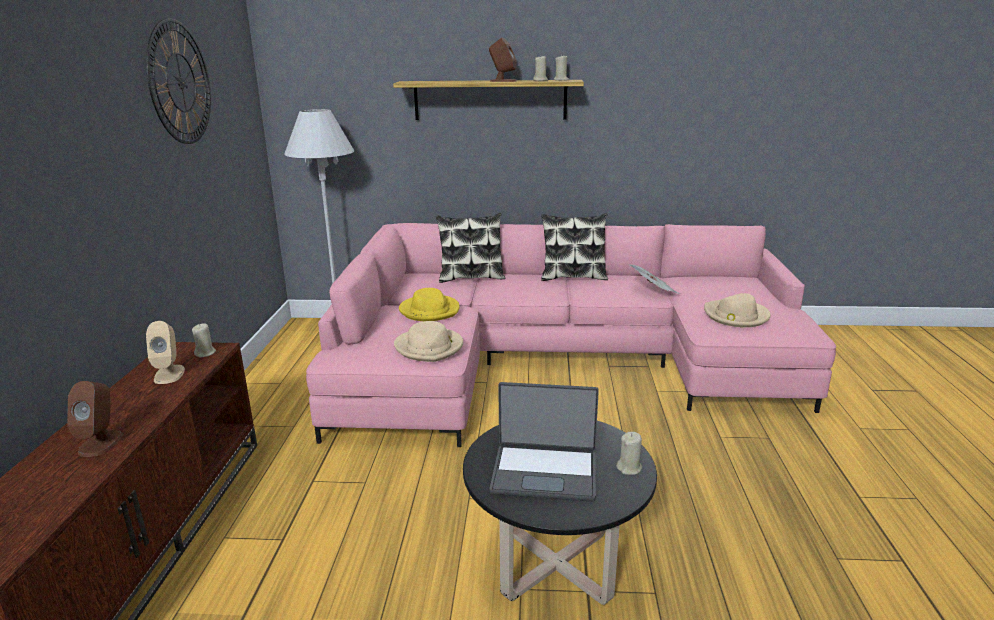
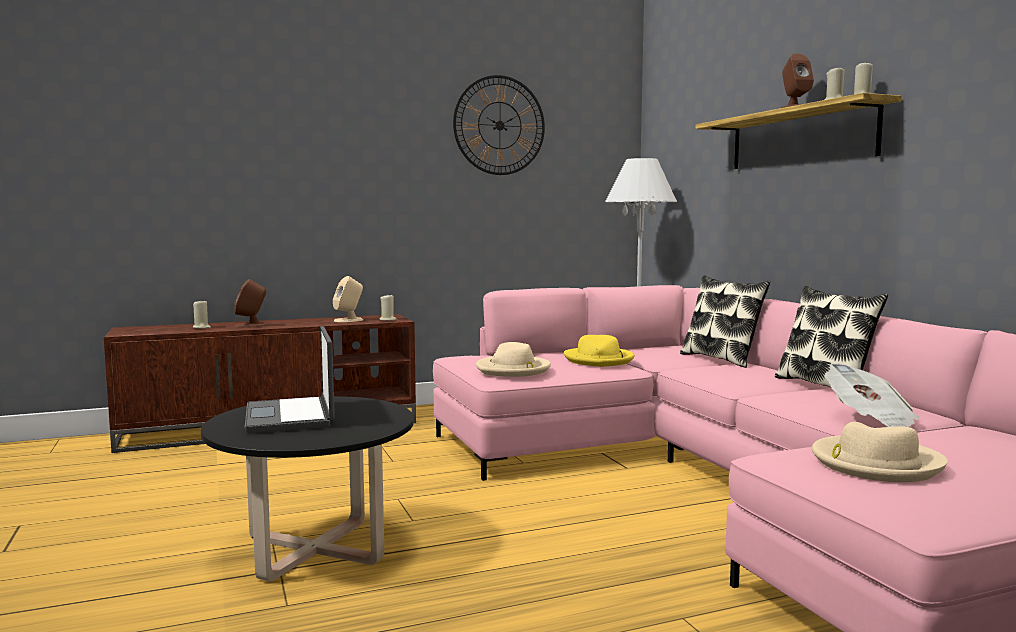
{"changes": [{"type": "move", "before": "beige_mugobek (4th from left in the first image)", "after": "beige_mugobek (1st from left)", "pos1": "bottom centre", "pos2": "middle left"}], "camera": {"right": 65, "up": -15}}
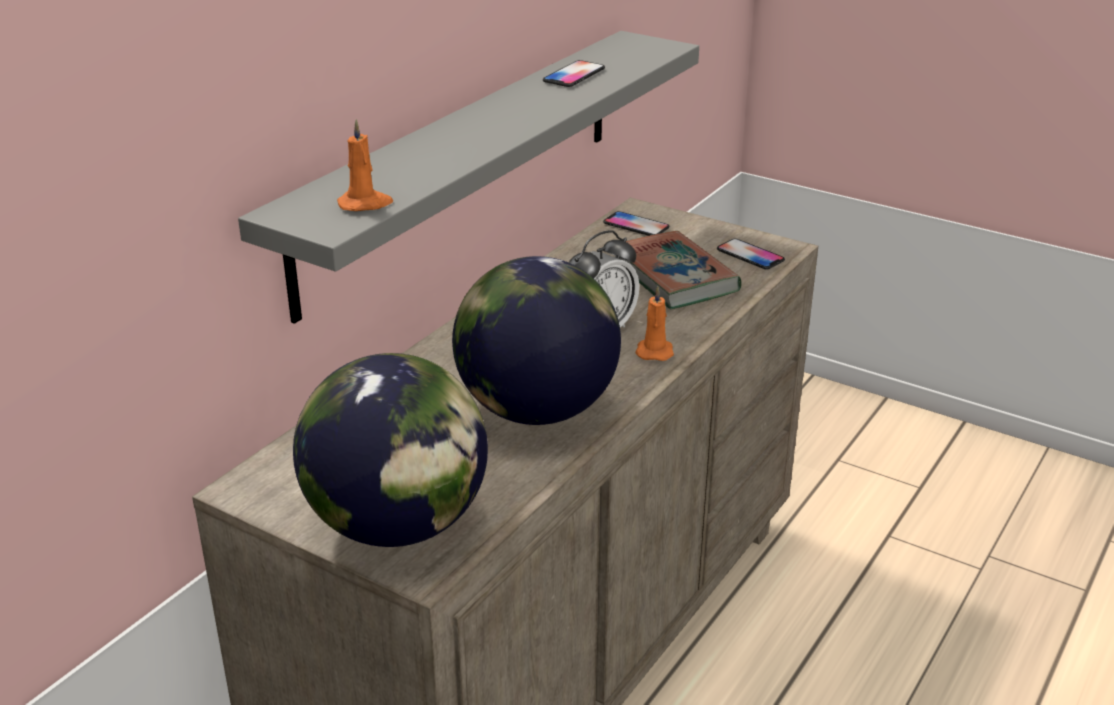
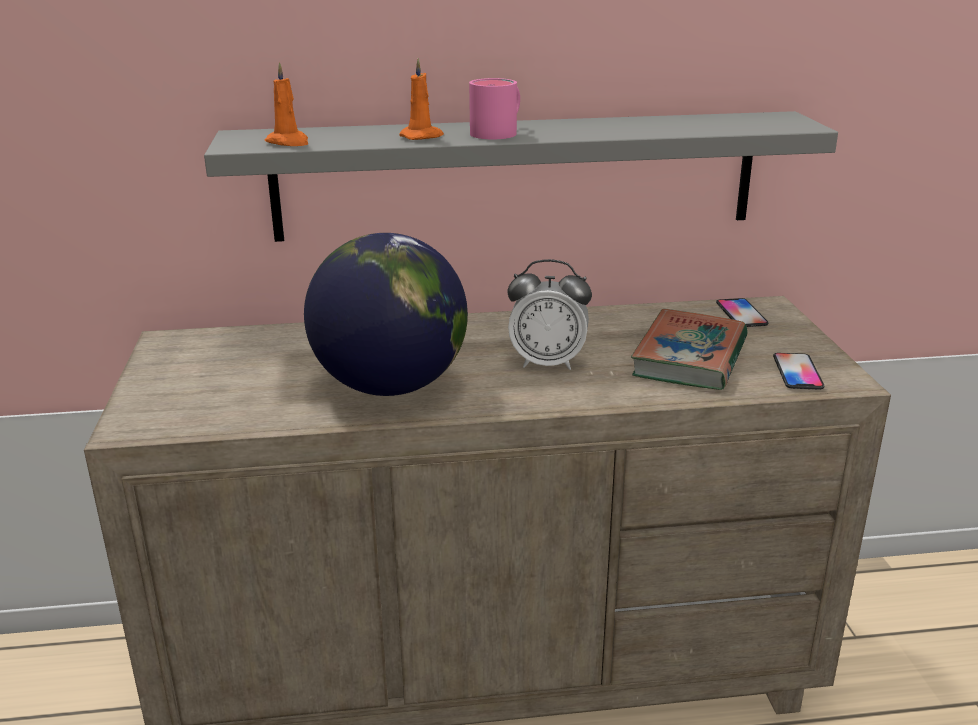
{"changes": [{"type": "delete", "before": "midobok (1st from left)", "pos1": "centre"}, {"type": "delete", "before": "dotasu (1st from left)", "pos1": "top centre"}, {"type": "insert", "after": "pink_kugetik", "pos2": "top centre"}, {"type": "move", "before": "orange_mugobek (2nd from left)", "pos1": "centre", "pos2": "top centre"}], "camera": {"right": 50, "up": -5}}
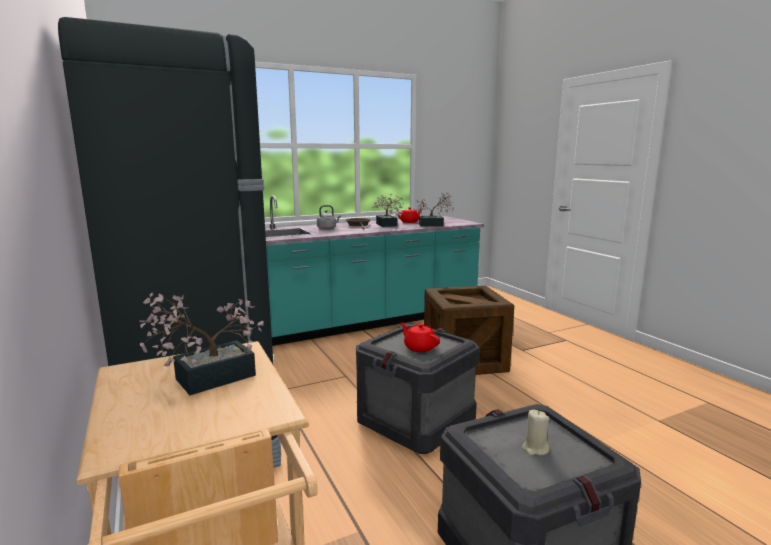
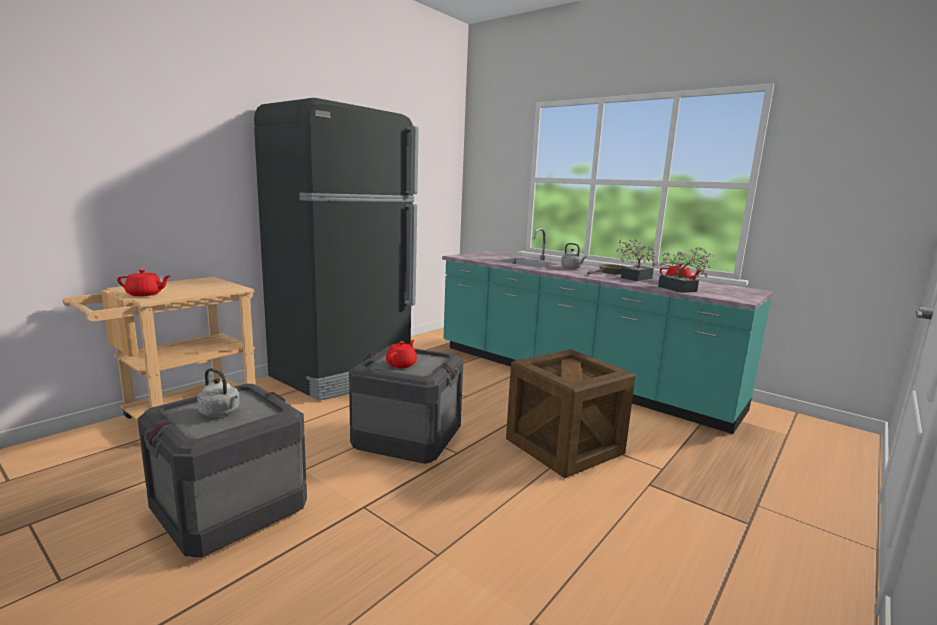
{"changes": [{"type": "delete", "before": "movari (1st from left)", "pos1": "middle left"}, {"type": "insert", "after": "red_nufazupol (1st from left)", "pos2": "middle left"}, {"type": "replace", "before": "beige_mugobek", "after": "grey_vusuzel (1st from left)", "pos1": "bottom right", "pos2": "middle left"}], "camera": {"right": 65, "up": 0}}
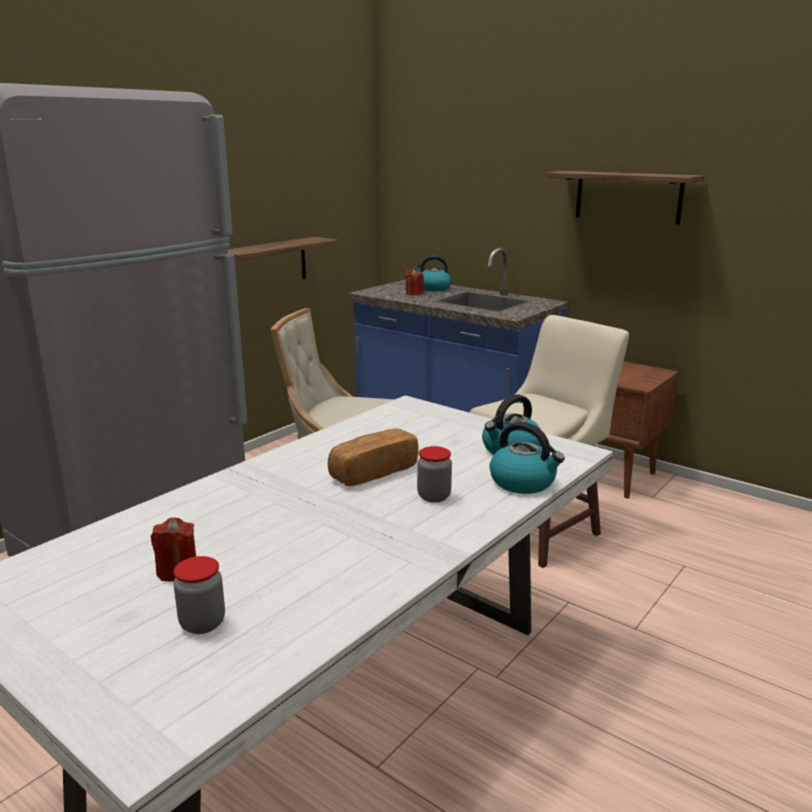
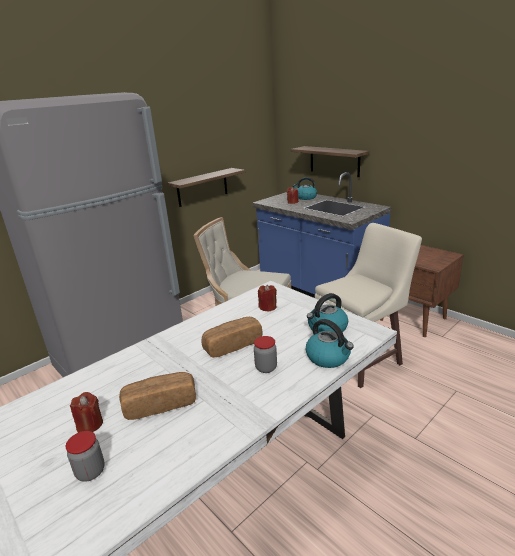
{"changes": [{"type": "insert", "after": "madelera (1st from left)", "pos2": "bottom left"}, {"type": "insert", "after": "red_mugobek (2nd from left)", "pos2": "centre"}, {"type": "move", "before": "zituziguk (2nd from left)", "pos1": "top right", "pos2": "top centre"}], "camera": {"right": 10, "up": 5}}
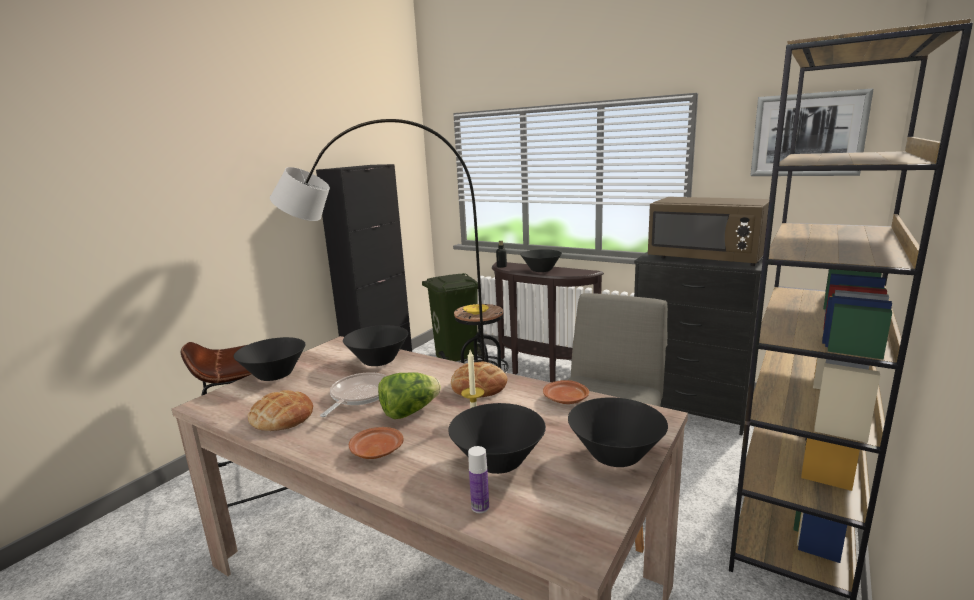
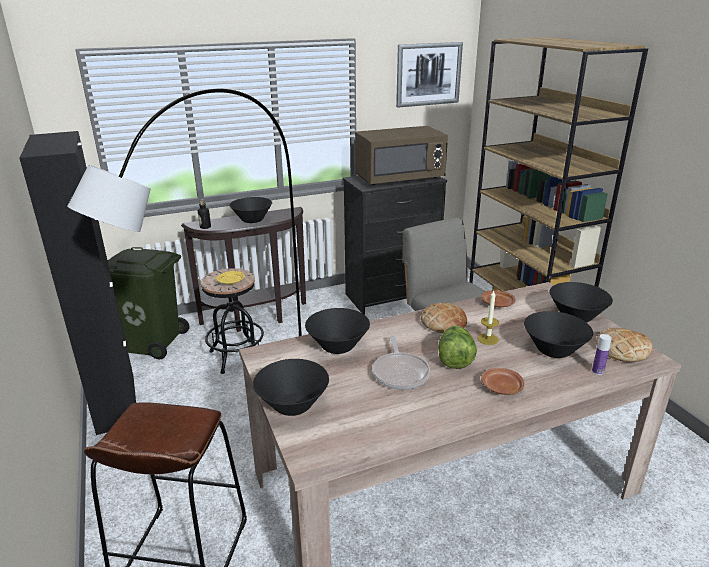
{"changes": [{"type": "move", "before": "madelera (1st from left in the first image)", "after": "madelera (2nd from left)", "pos1": "bottom left", "pos2": "middle right"}, {"type": "rotate", "before": "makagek", "pos1": "centre", "pos2": "centre", "turn": -150}], "camera": {"right": -55, "up": 10}}
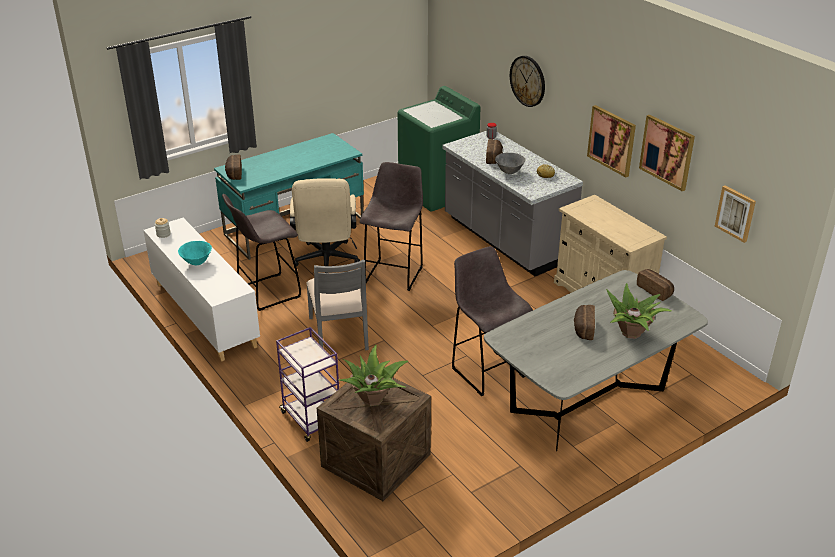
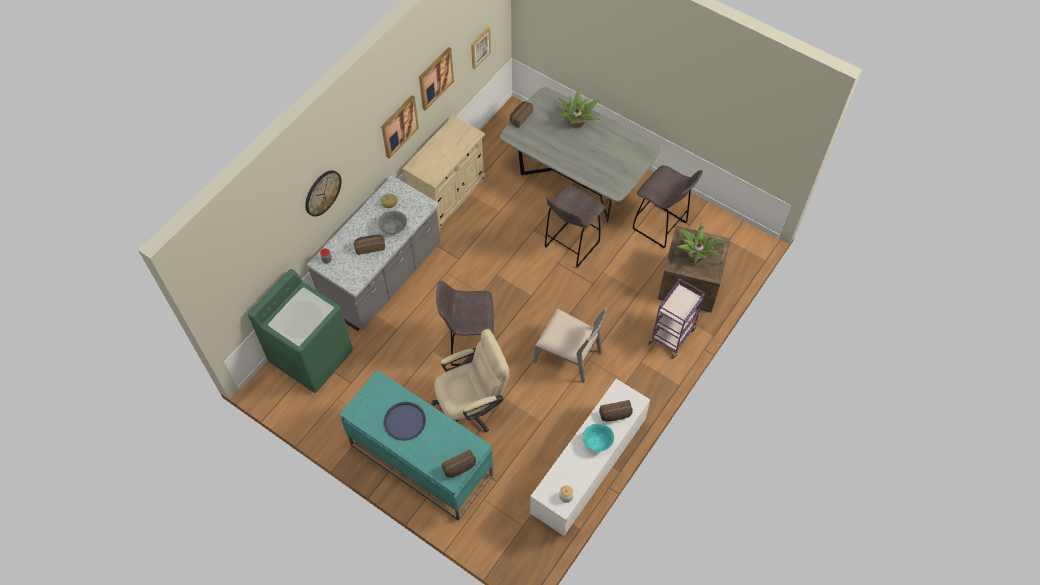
{"changes": [{"type": "insert", "after": "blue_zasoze", "pos2": "bottom centre"}, {"type": "move", "before": "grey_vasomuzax (1st from left in the first image)", "after": "grey_vasomuzax (3rd from left)", "pos1": "middle left", "pos2": "centre"}, {"type": "move", "before": "madelera (4th from left in the first image)", "after": "madelera (5th from left)", "pos1": "middle right", "pos2": "bottom centre"}, {"type": "rotate", "before": "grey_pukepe", "pos1": "centre", "pos2": "centre", "turn": 60}], "camera": {"right": -110, "up": 25}}
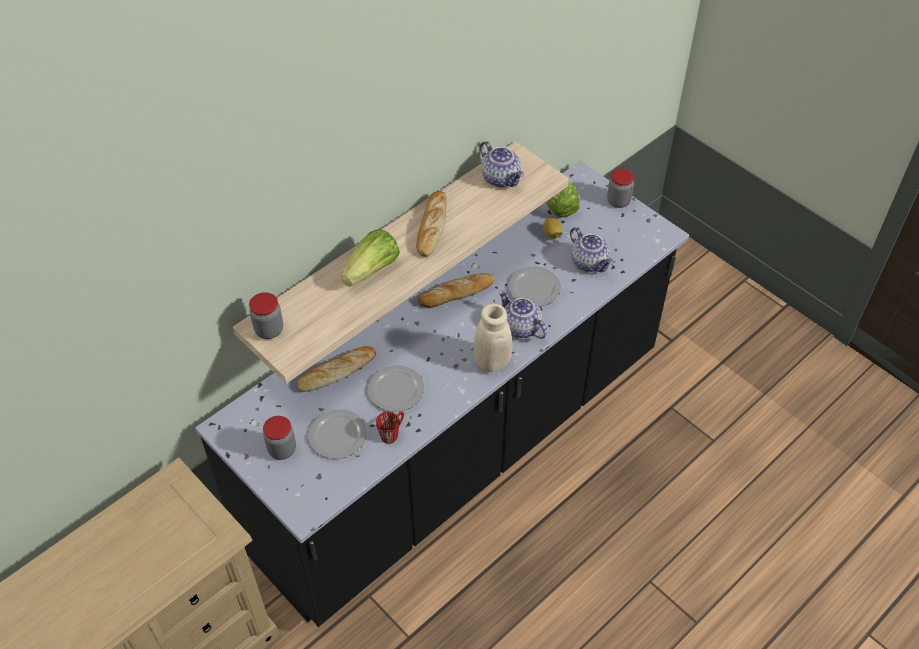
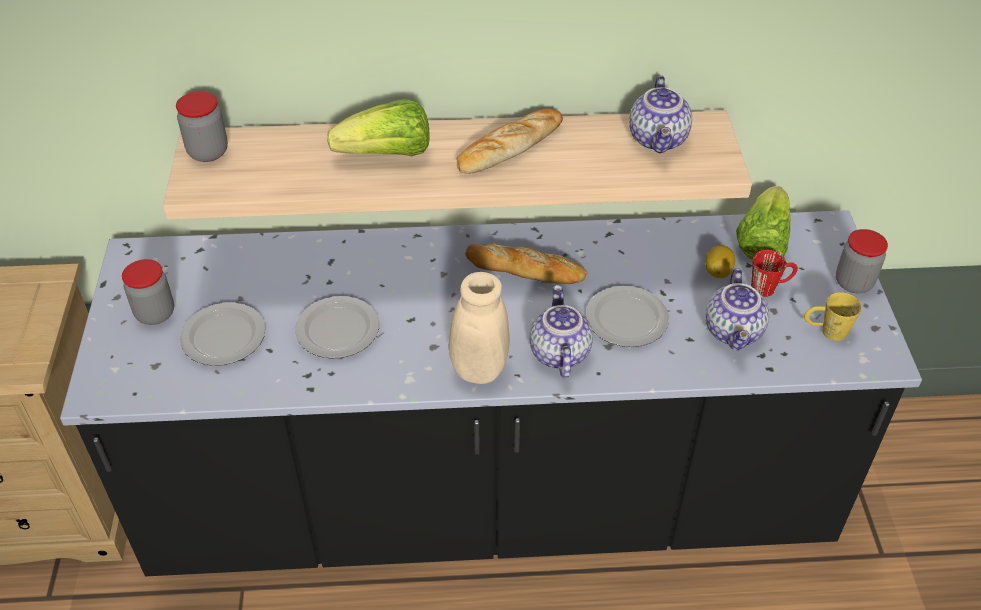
{"changes": [{"type": "delete", "before": "madelera (1st from left)", "pos1": "centre"}, {"type": "insert", "after": "yellow_kugetik", "pos2": "middle right"}, {"type": "move", "before": "red_kugetik", "pos1": "centre", "pos2": "middle right"}], "camera": {"right": 40, "up": -5}}
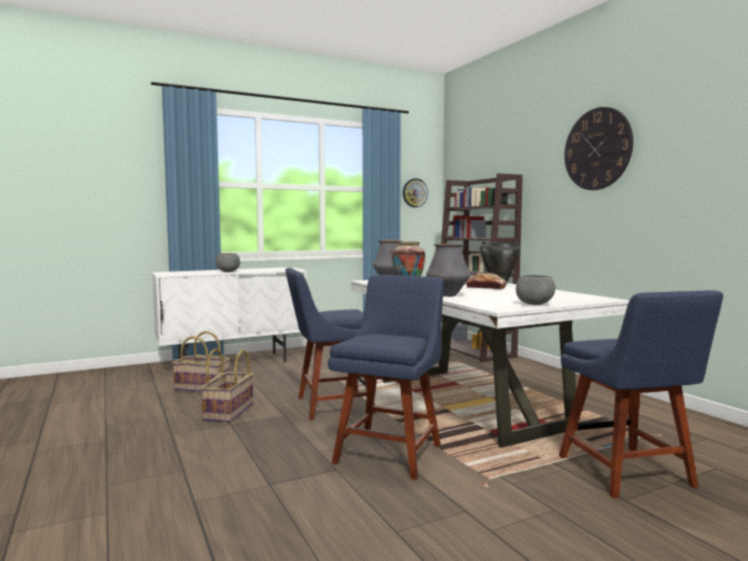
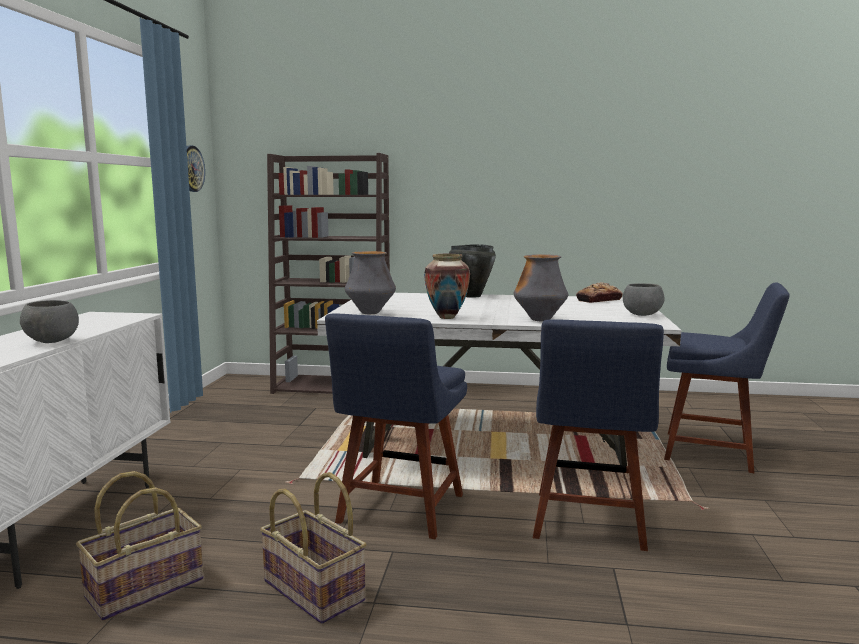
{"changes": [{"type": "delete", "before": "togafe (2nd from left)", "pos1": "top right"}, {"type": "move", "before": "madelera", "pos1": "centre", "pos2": "middle right"}, {"type": "rotate", "before": "blue_pukepe (2nd from left)", "pos1": "bottom centre", "pos2": "bottom right", "turn": -135}], "camera": {"right": -55, "up": 5}}
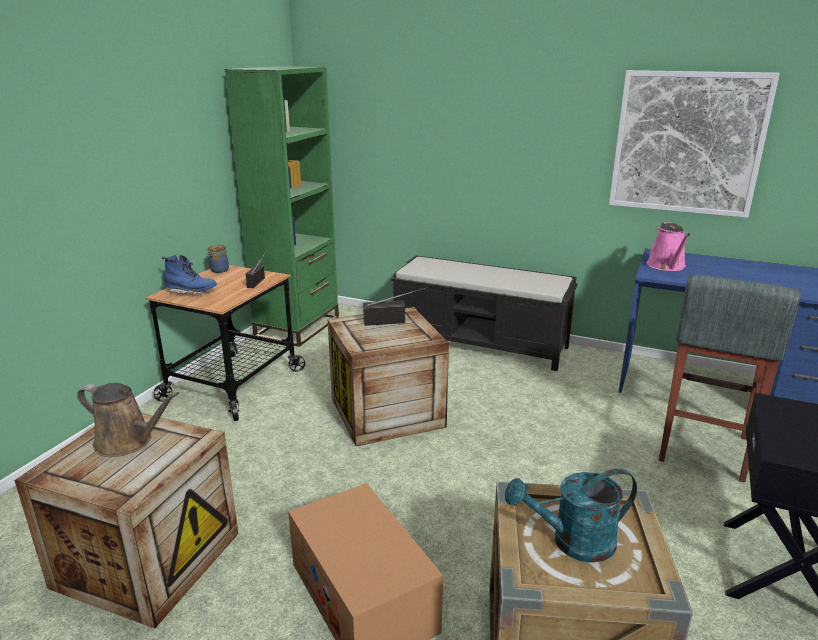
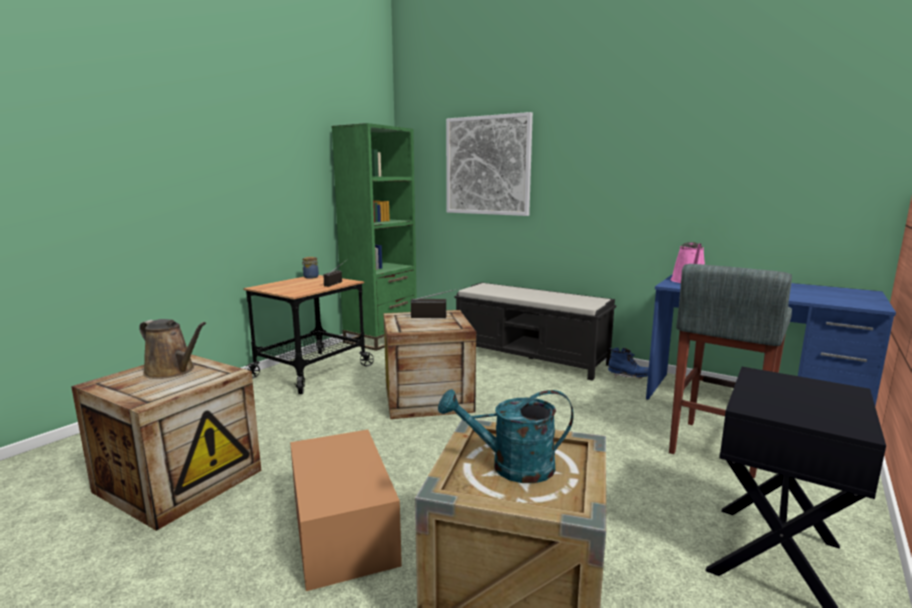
{"changes": [{"type": "move", "before": "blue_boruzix", "pos1": "middle left", "pos2": "middle right"}, {"type": "move", "before": "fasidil", "pos1": "top right", "pos2": "top centre"}], "camera": {"right": 10, "up": -10}}
